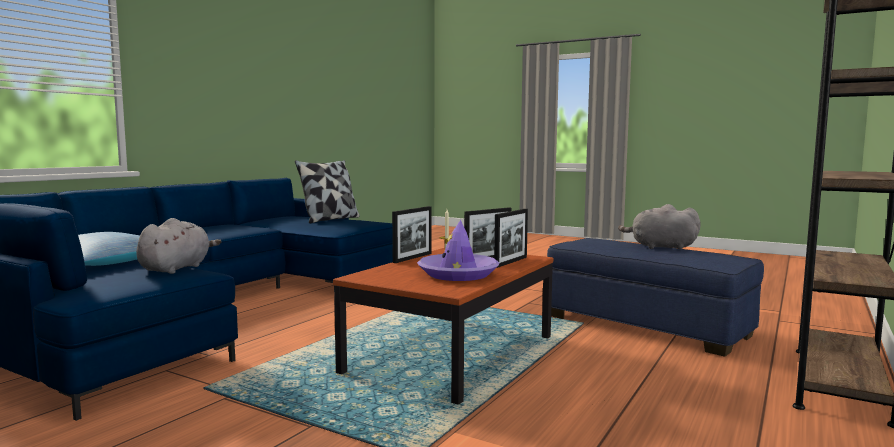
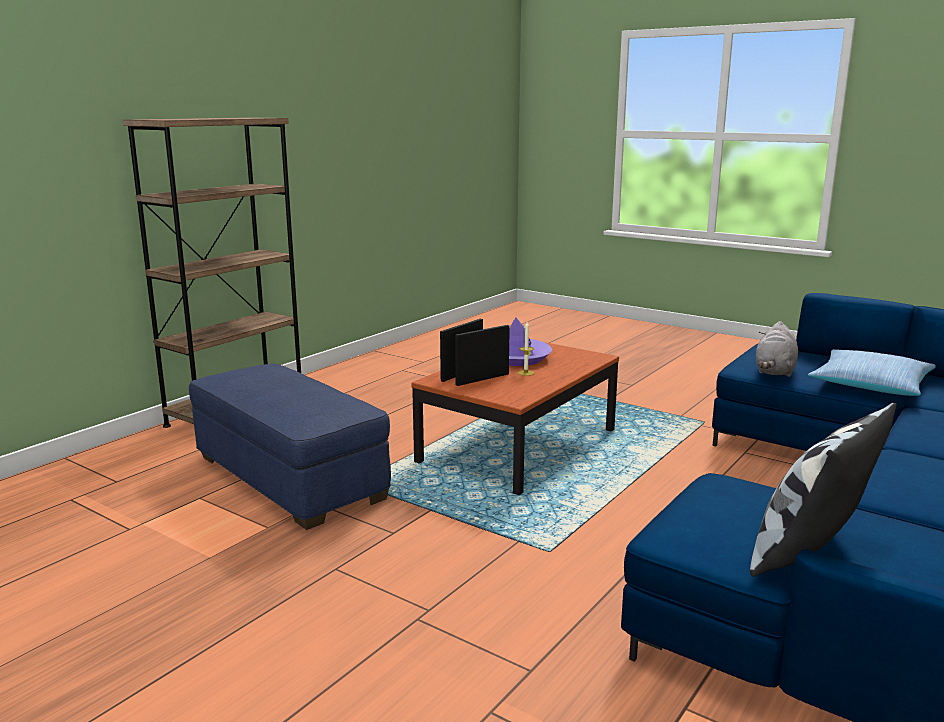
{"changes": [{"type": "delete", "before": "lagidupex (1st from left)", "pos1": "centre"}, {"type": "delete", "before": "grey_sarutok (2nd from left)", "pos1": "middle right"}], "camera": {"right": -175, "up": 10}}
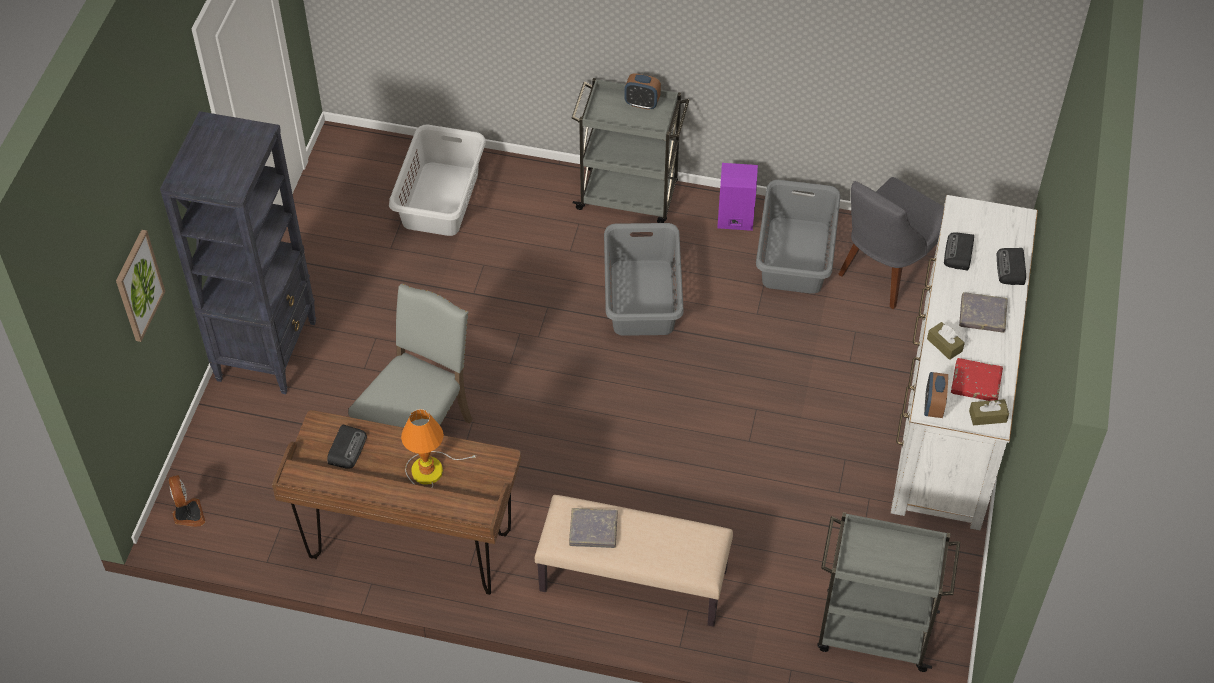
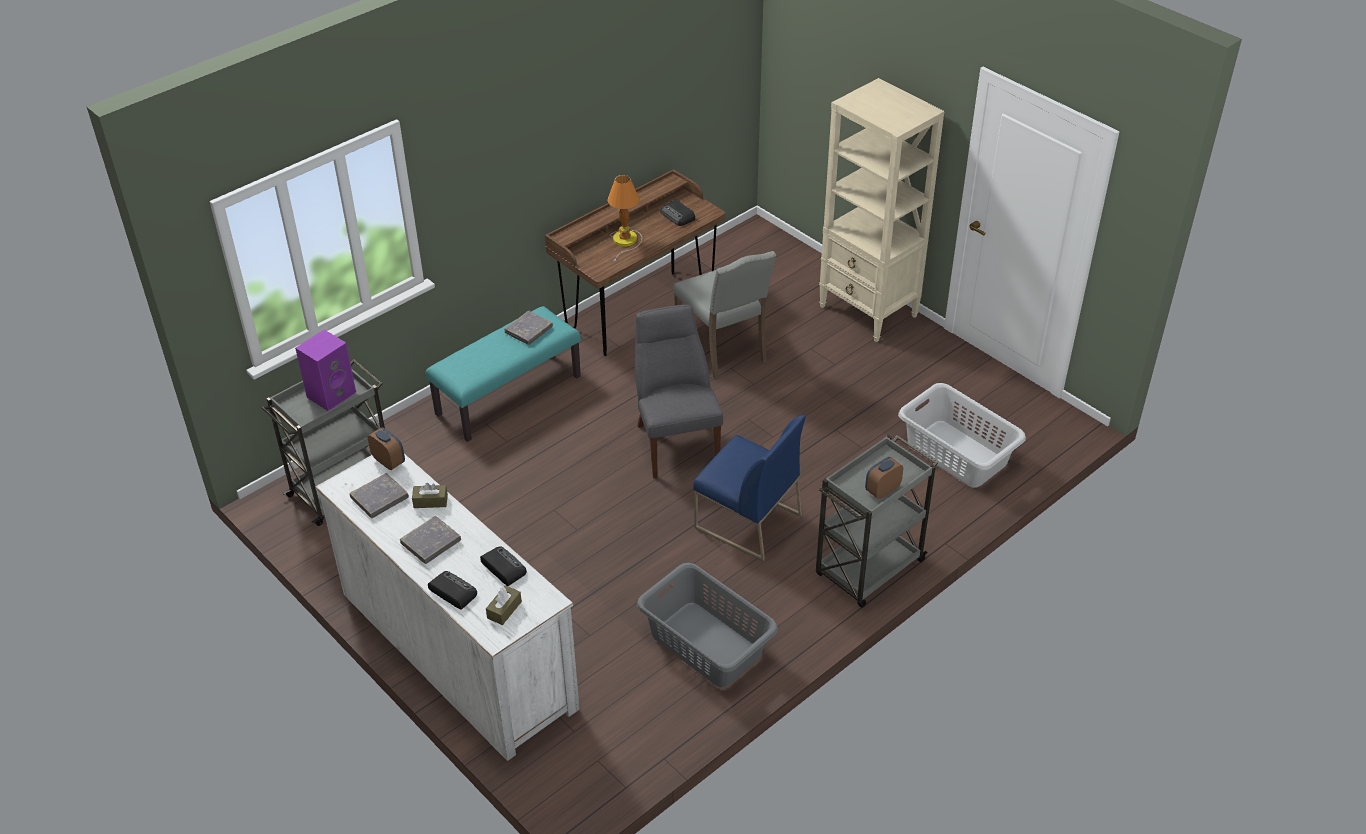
{"changes": [{"type": "delete", "before": "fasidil", "pos1": "middle left"}, {"type": "delete", "before": "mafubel", "pos1": "bottom left"}, {"type": "move", "before": "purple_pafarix", "pos1": "top centre", "pos2": "middle left"}, {"type": "move", "before": "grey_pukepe (2nd from left in the first image)", "after": "grey_pukepe (1st from left)", "pos1": "middle right", "pos2": "centre"}, {"type": "move", "before": "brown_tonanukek (2nd from left)", "pos1": "middle right", "pos2": "bottom centre"}, {"type": "replace", "before": "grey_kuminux (2nd from left)", "after": "blue_pukepe", "pos1": "centre", "pos2": "centre"}, {"type": "recolor", "before": "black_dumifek", "after": "beige_dumifek", "pos1": "middle left", "pos2": "top centre"}, {"type": "recolor", "before": "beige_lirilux", "after": "turquoise_lirilux", "pos1": "bottom centre", "pos2": "centre"}, {"type": "recolor", "before": "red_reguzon", "after": "grey_reguzon (1st from left)", "pos1": "middle right", "pos2": "middle left"}], "camera": {"right": 125, "up": -10}}
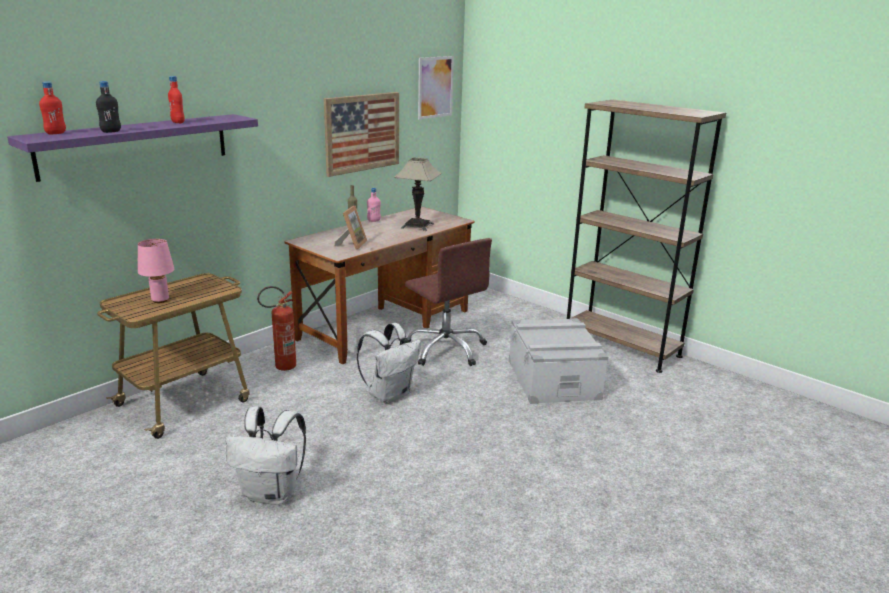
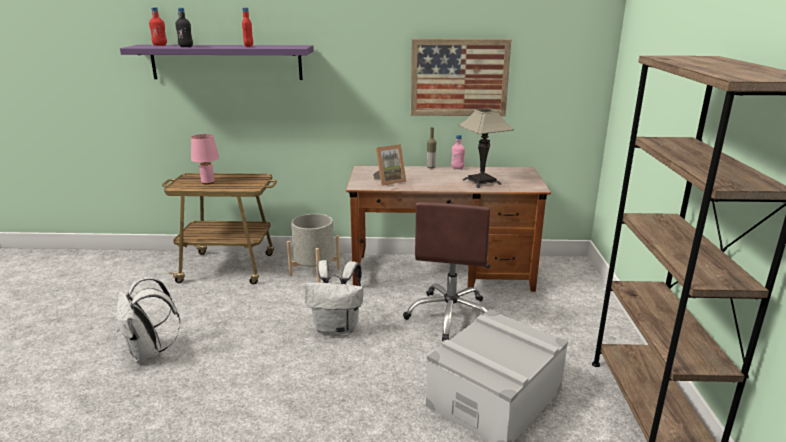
{"changes": [{"type": "delete", "before": "fasidil (2nd from left)", "pos1": "top centre"}, {"type": "replace", "before": "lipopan", "after": "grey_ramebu", "pos1": "middle left", "pos2": "centre"}], "camera": {"right": 50, "up": 0}}
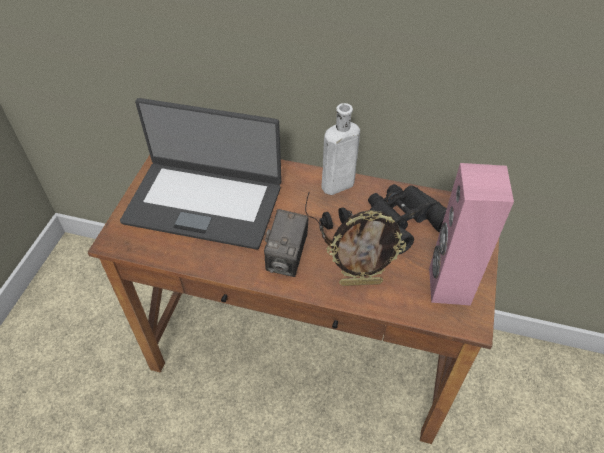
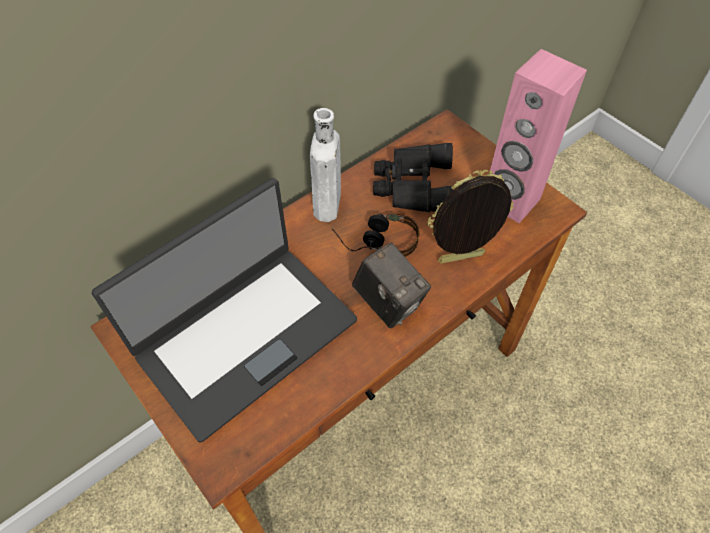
{"changes": [{"type": "rotate", "before": "lagidupex", "pos1": "centre", "pos2": "centre", "turn": -135}], "camera": {"right": -55, "up": 5}}
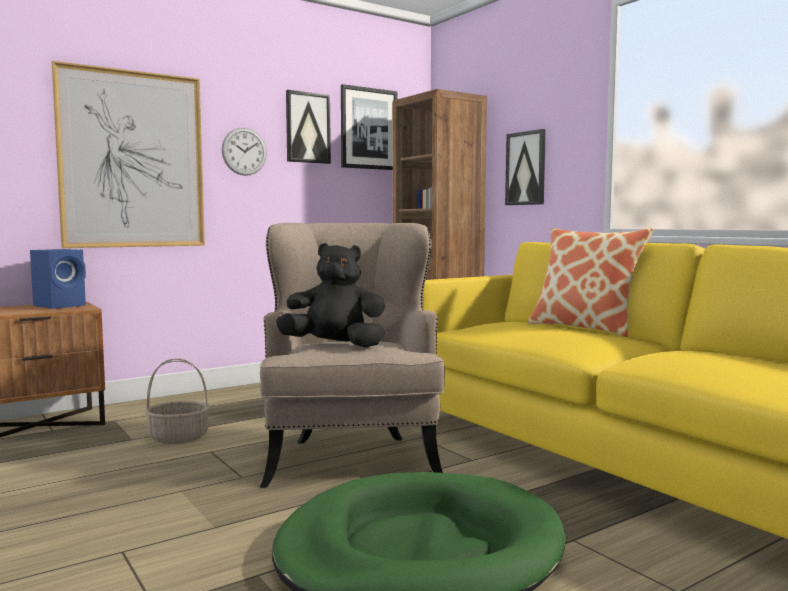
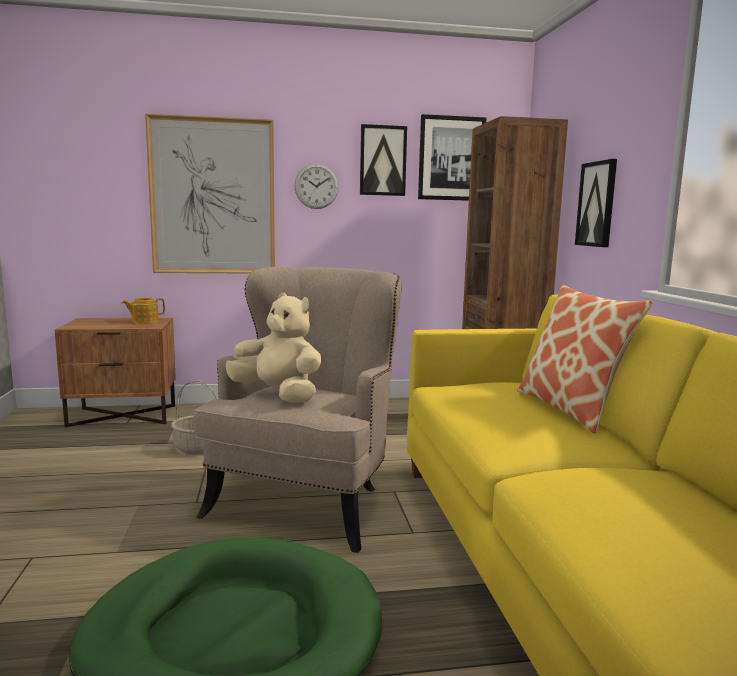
{"changes": [{"type": "replace", "before": "blue_pafarix", "after": "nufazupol", "pos1": "middle left", "pos2": "middle left"}, {"type": "recolor", "before": "black_sarutok", "after": "beige_sarutok", "pos1": "centre", "pos2": "centre"}], "camera": {"right": 25, "up": 5}}
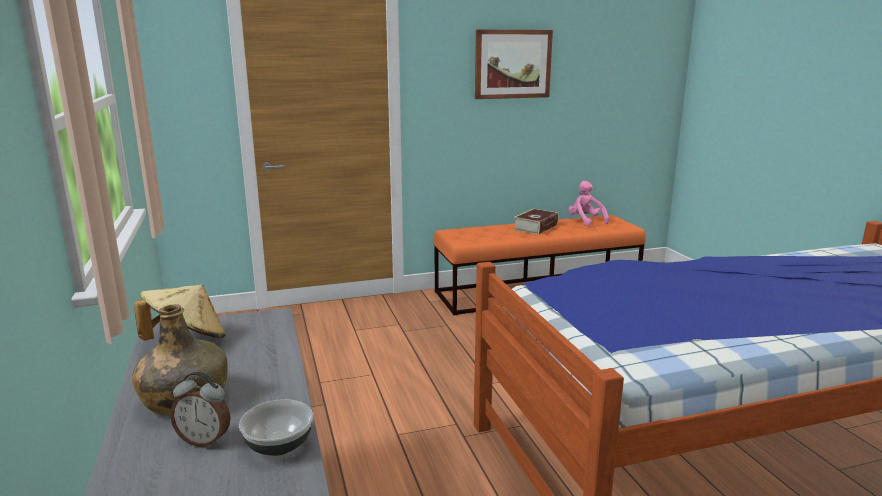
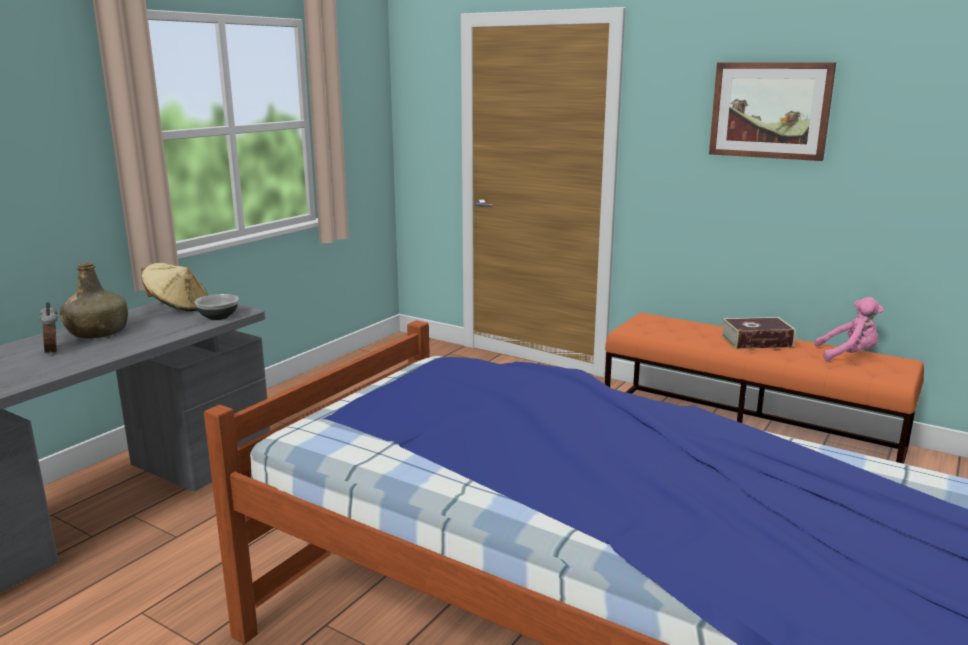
{"changes": [{"type": "move", "before": "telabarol", "pos1": "bottom left", "pos2": "middle left"}, {"type": "rotate", "before": "pink_sarutok", "pos1": "middle right", "pos2": "middle right", "turn": 75}], "camera": {"right": 50, "up": 0}}
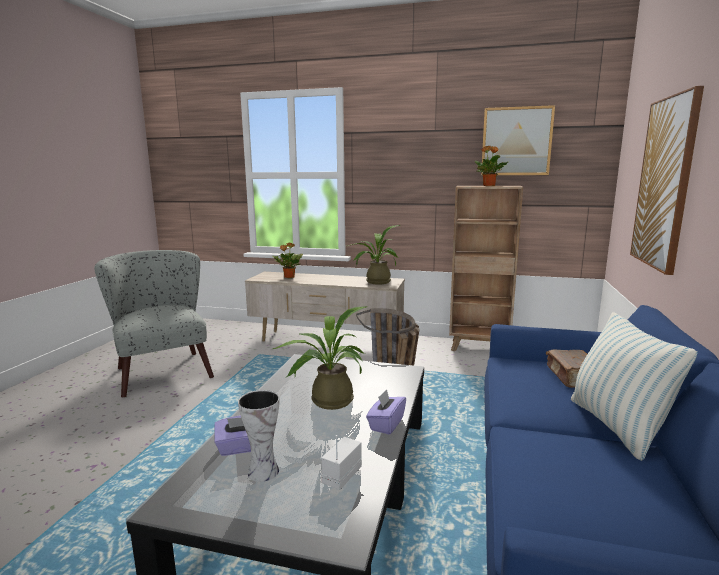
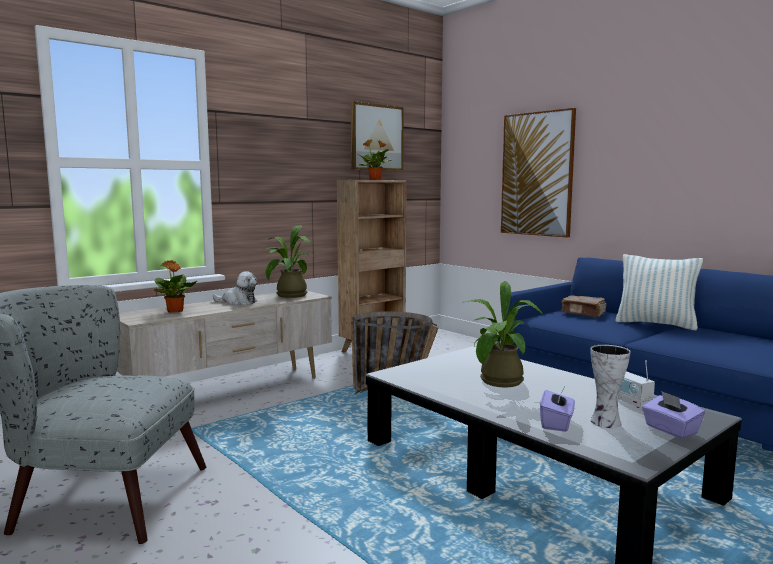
{"changes": [{"type": "insert", "after": "sarutok", "pos2": "middle left"}, {"type": "move", "before": "purple_tonanukek (2nd from left)", "pos1": "bottom centre", "pos2": "bottom right"}], "camera": {"right": -55, "up": -5}}
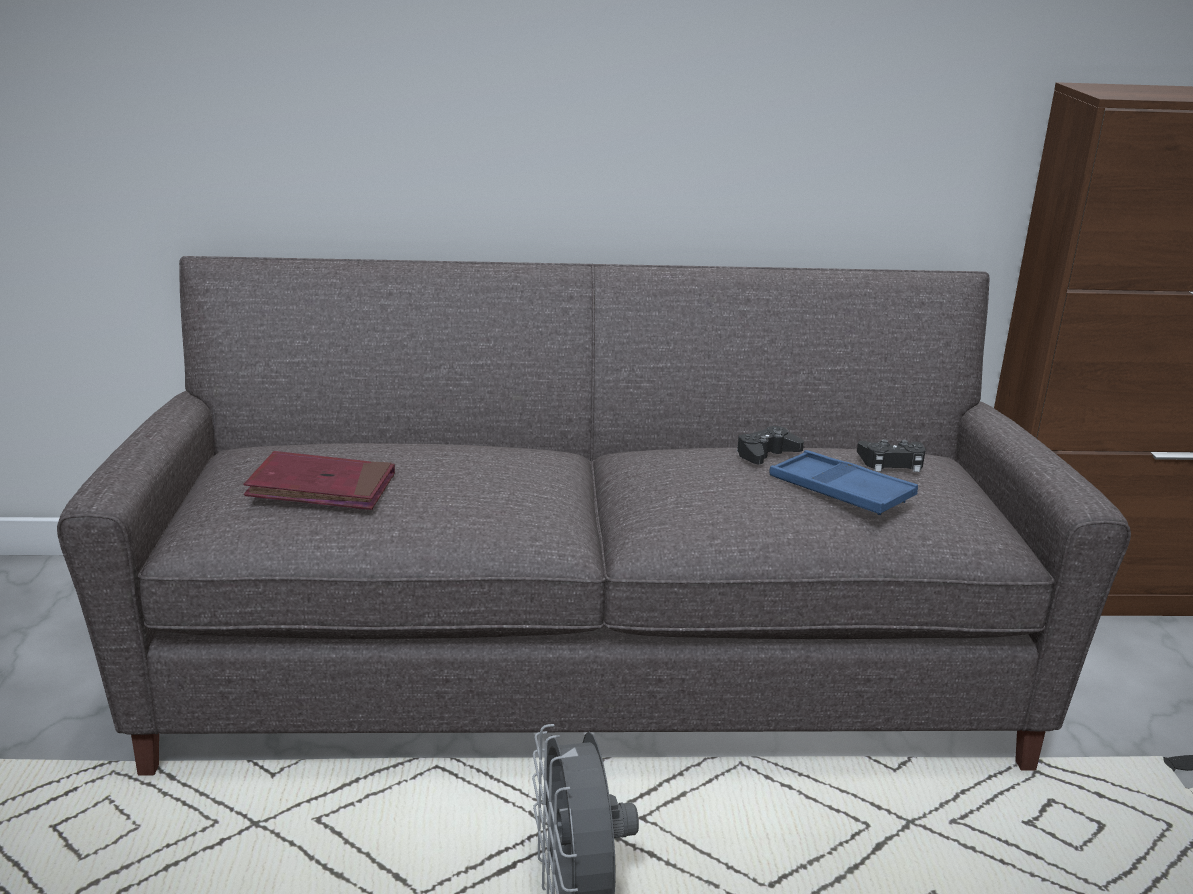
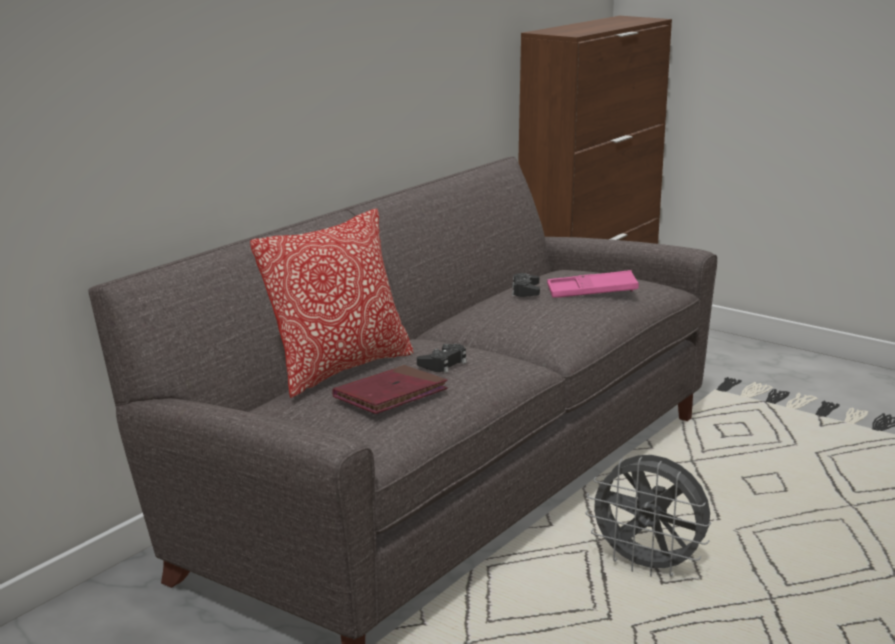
{"changes": [{"type": "insert", "after": "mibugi", "pos2": "centre"}, {"type": "move", "before": "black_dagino (2nd from left in the first image)", "after": "black_dagino (1st from left)", "pos1": "middle right", "pos2": "centre"}, {"type": "recolor", "before": "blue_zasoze", "after": "pink_zasoze", "pos1": "middle right", "pos2": "centre"}], "camera": {"right": -50, "up": -5}}
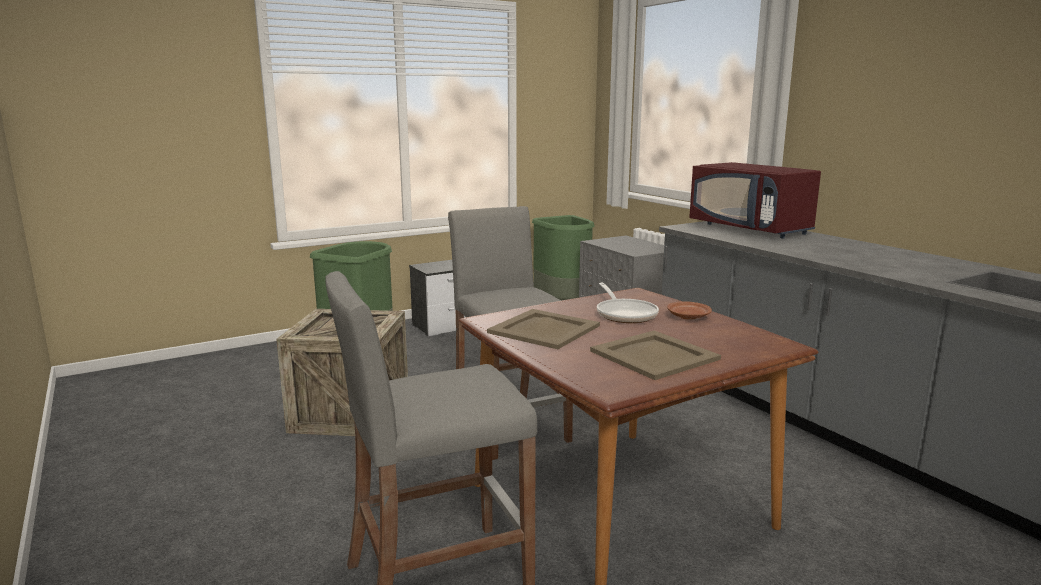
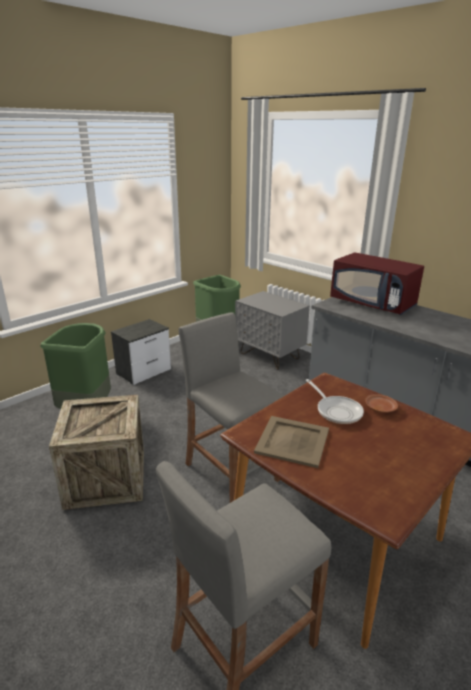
{"changes": [{"type": "delete", "before": "beige_zasoze (2nd from left)", "pos1": "centre"}], "camera": {"right": -15, "up": 10}}
